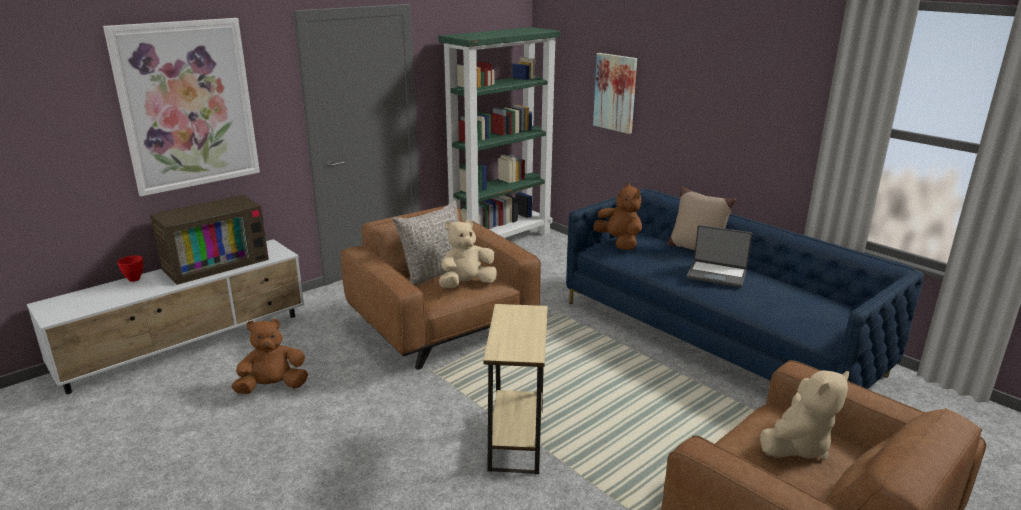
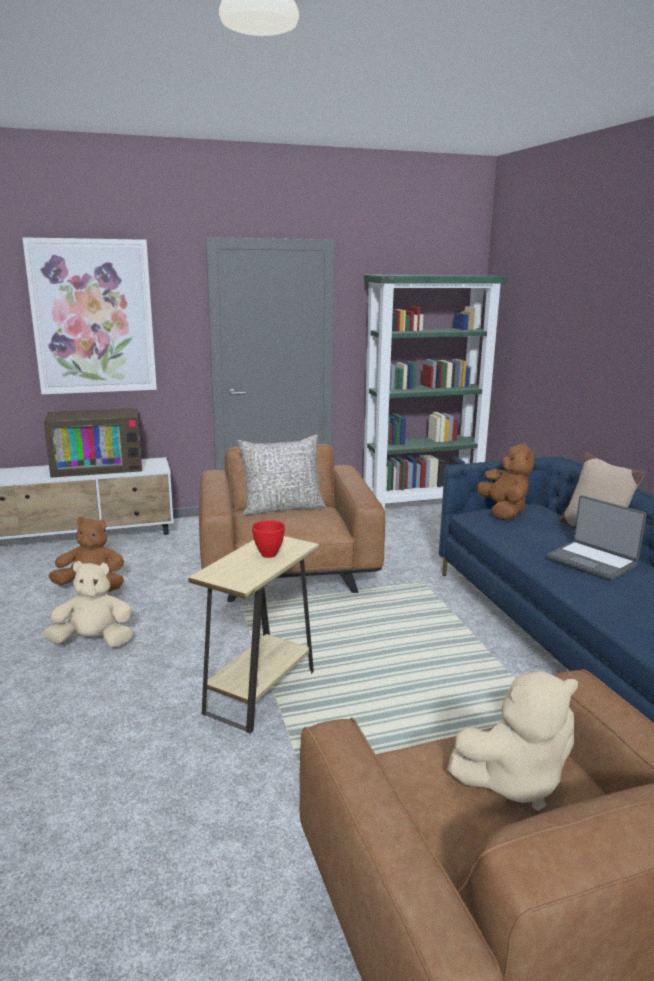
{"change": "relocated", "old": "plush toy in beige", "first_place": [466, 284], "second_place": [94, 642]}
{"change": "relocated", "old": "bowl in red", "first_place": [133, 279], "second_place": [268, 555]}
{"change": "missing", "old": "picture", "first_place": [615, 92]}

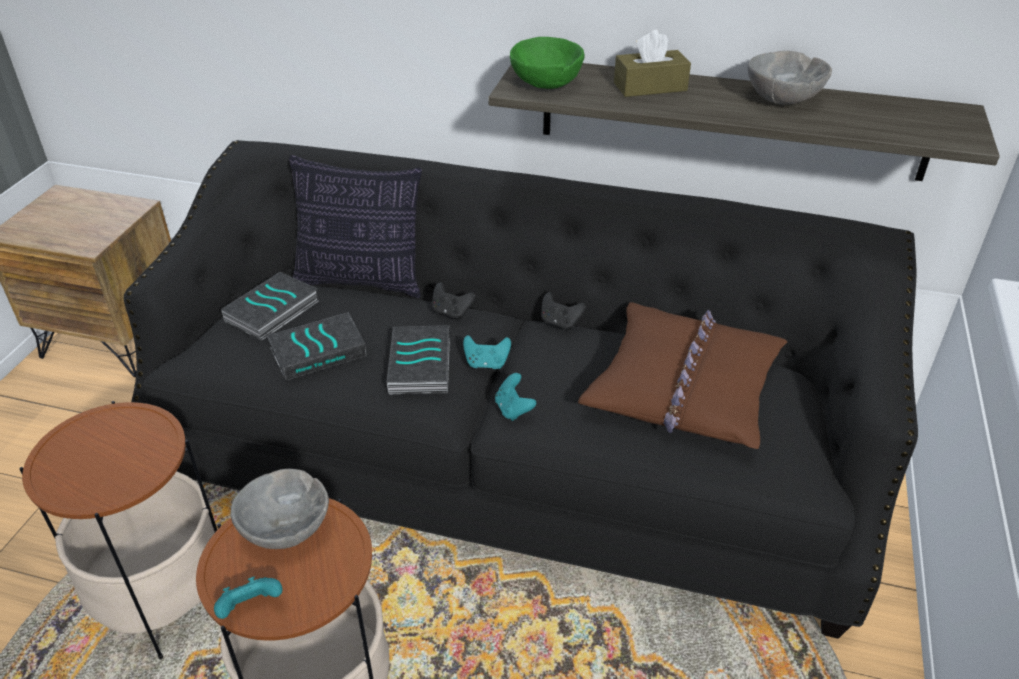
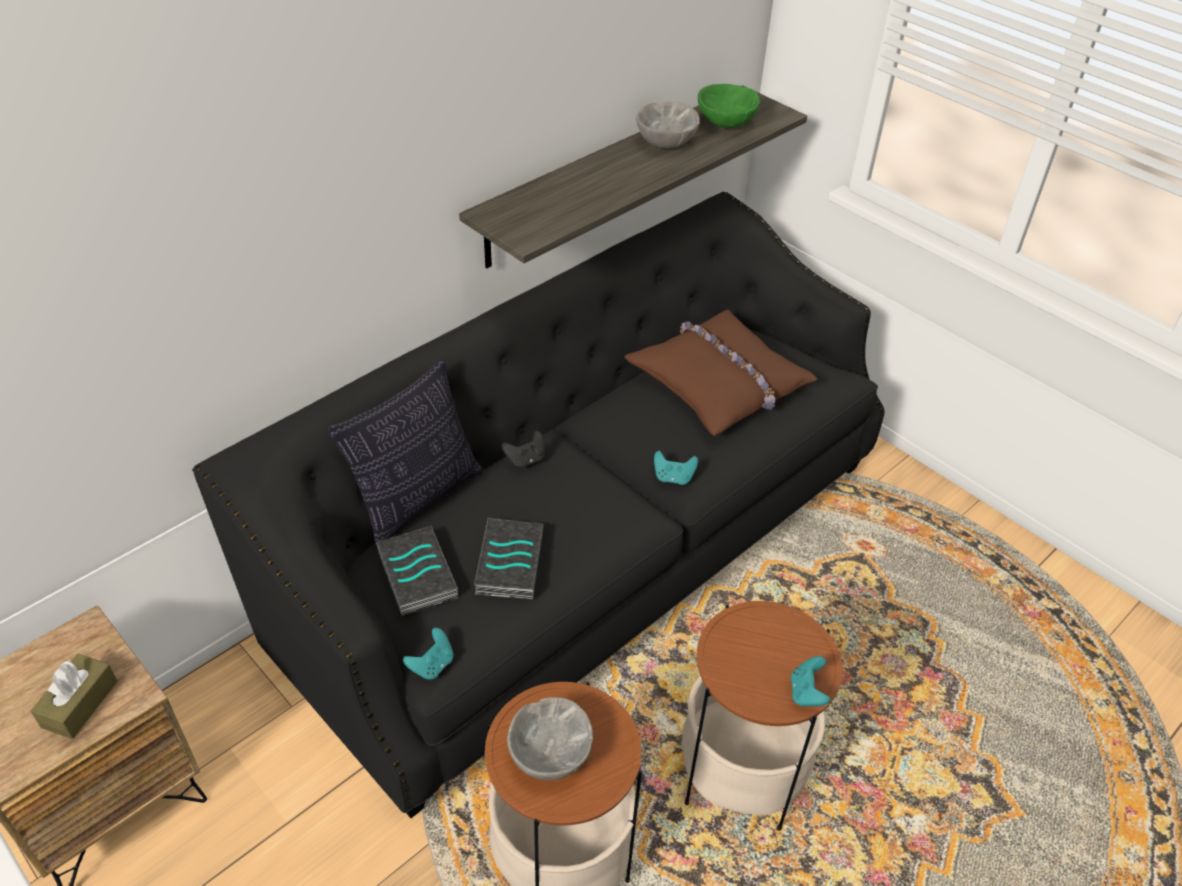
{"change": "relocated", "old": "tissue box in brown", "first_place": [650, 87], "second_place": [80, 704]}
{"change": "relocated", "old": "game controller in turquoise", "first_place": [486, 363], "second_place": [432, 665]}
{"change": "relocated", "old": "bowl in grey", "first_place": [287, 529], "second_place": [549, 754]}
{"change": "relocated", "old": "bowl in green", "first_place": [546, 85], "second_place": [727, 124]}
{"change": "missing", "old": "book", "first_place": [421, 366]}
{"change": "missing", "old": "game controller in black", "first_place": [560, 322]}

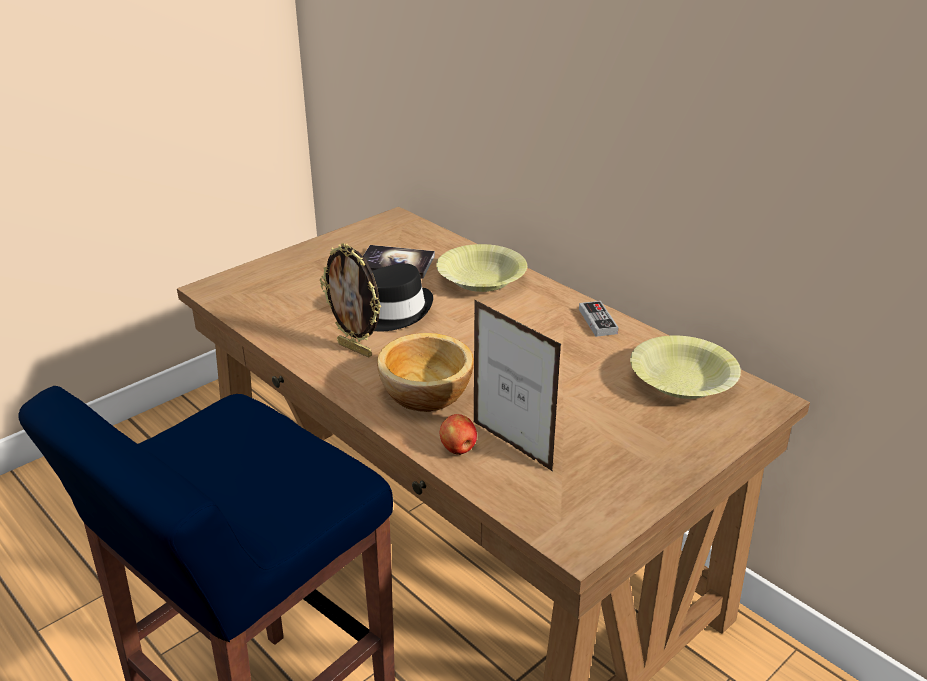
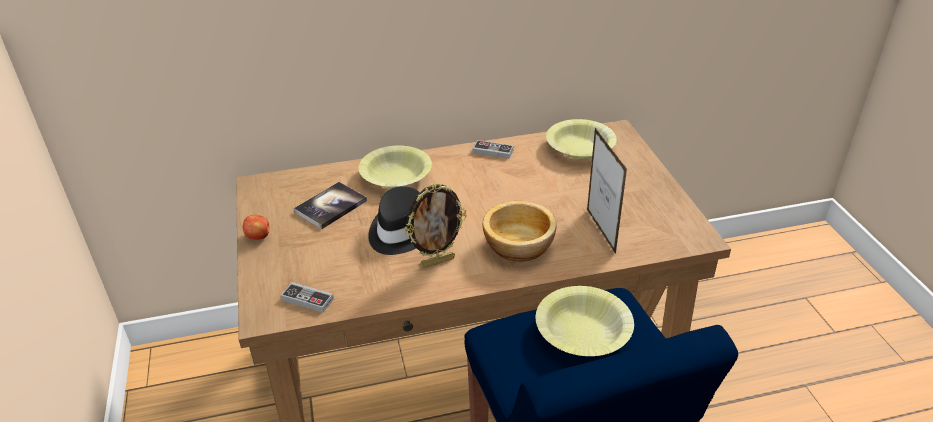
{"change": "relocated", "old": "apple", "first_place": [458, 449], "second_place": [259, 236]}
{"change": "appeared", "new": "game controller", "second_place": [307, 299]}
{"change": "appeared", "new": "bowl in yellow", "second_place": [583, 332]}
{"change": "spun", "old": "picture frame", "first_place": [511, 446], "second_place": [600, 231], "degrees": -90}

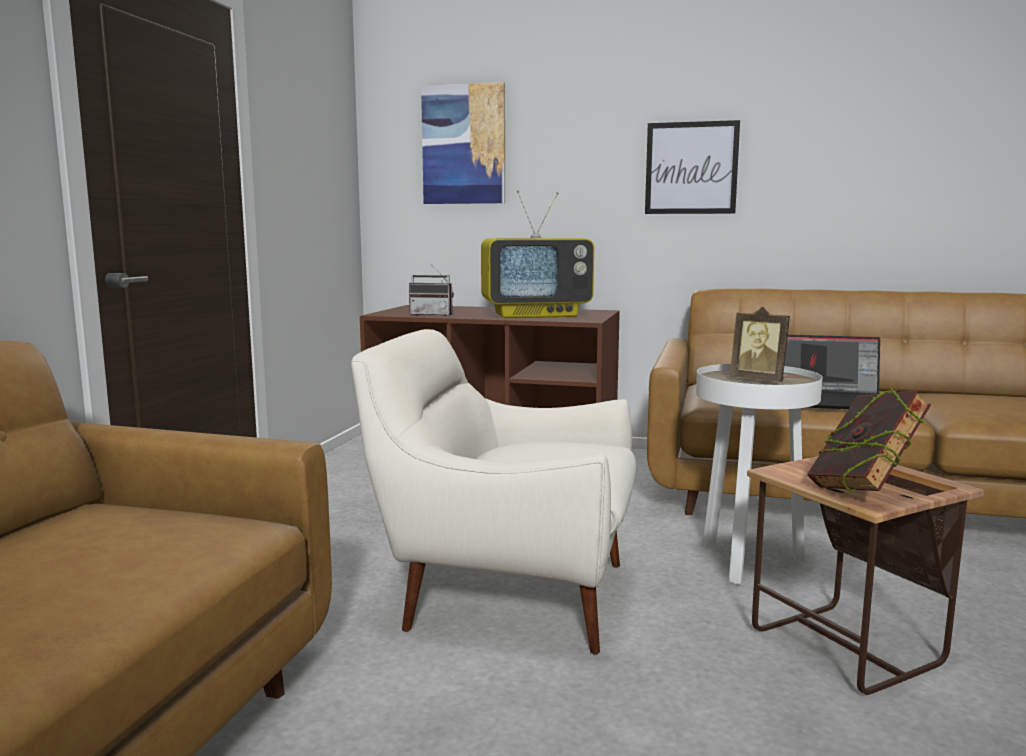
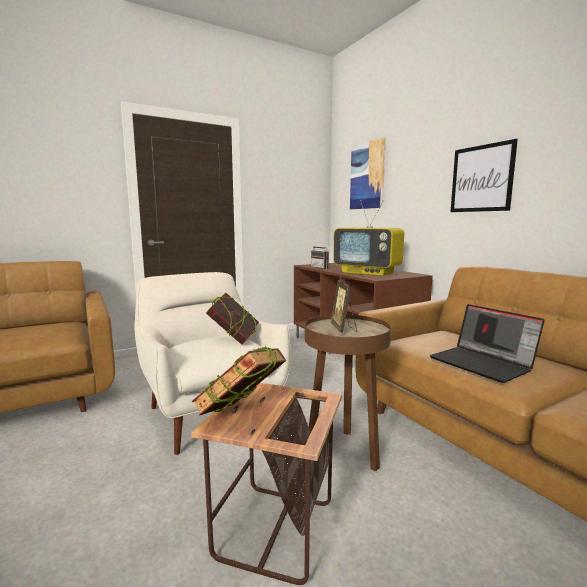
{"change": "appeared", "new": "book", "second_place": [234, 340]}
{"change": "colour", "old": "side table in white", "new": "side table in brown", "first_place": [747, 563], "second_place": [344, 453]}

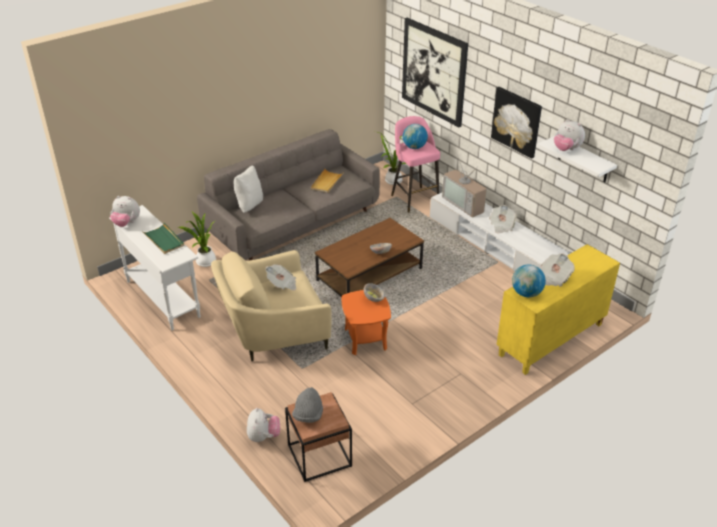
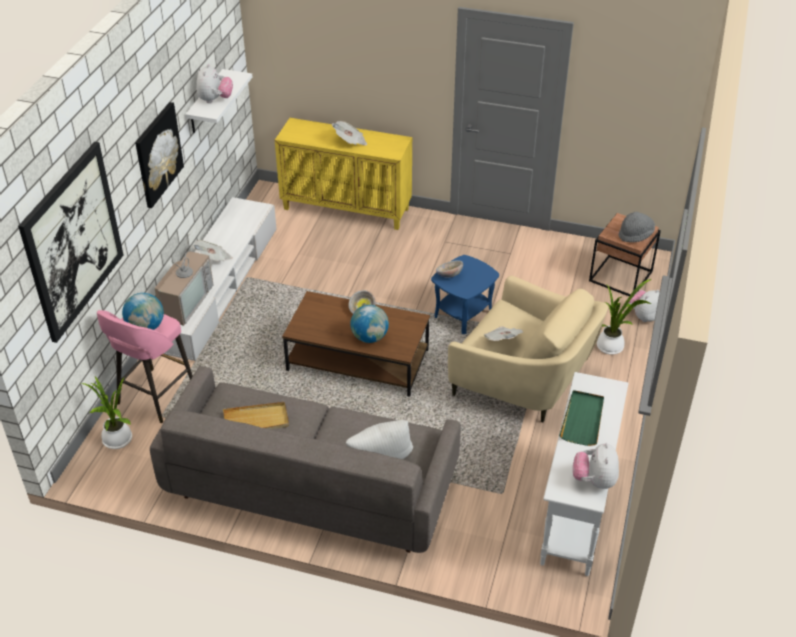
{"change": "relocated", "old": "globe", "first_place": [526, 293], "second_place": [370, 337]}
{"change": "colour", "old": "side table in orange", "new": "side table in blue", "first_place": [365, 339], "second_place": [463, 315]}
{"change": "spun", "old": "plush toy", "first_place": [126, 223], "second_place": [594, 481], "degrees": -150}
{"change": "relocated", "old": "potted plant", "first_place": [205, 262], "second_place": [612, 346]}

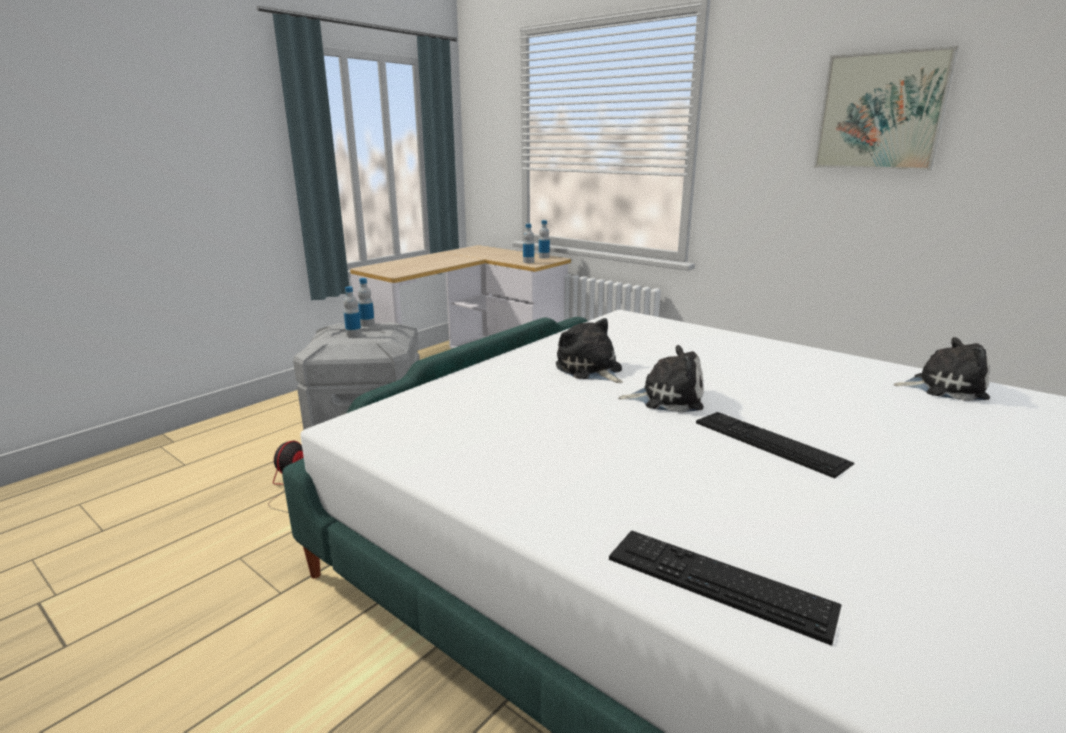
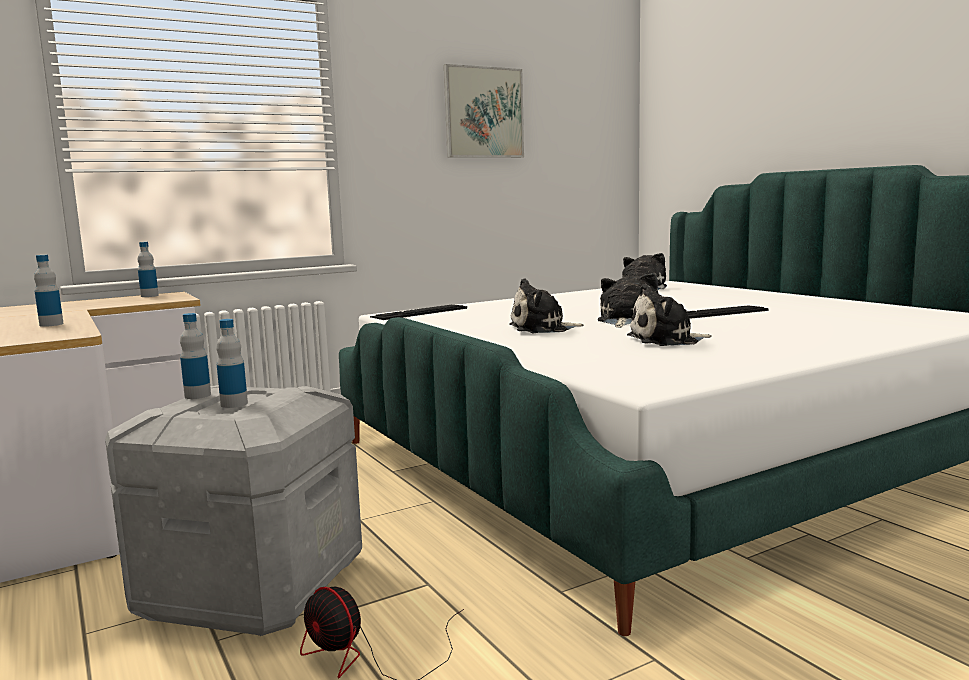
{"change": "relocated", "old": "bottle", "first_place": [528, 262], "second_place": [51, 324]}
{"change": "relocated", "old": "keyboard", "first_place": [718, 581], "second_place": [419, 312]}
{"change": "appeared", "new": "plush toy", "second_place": [667, 340]}

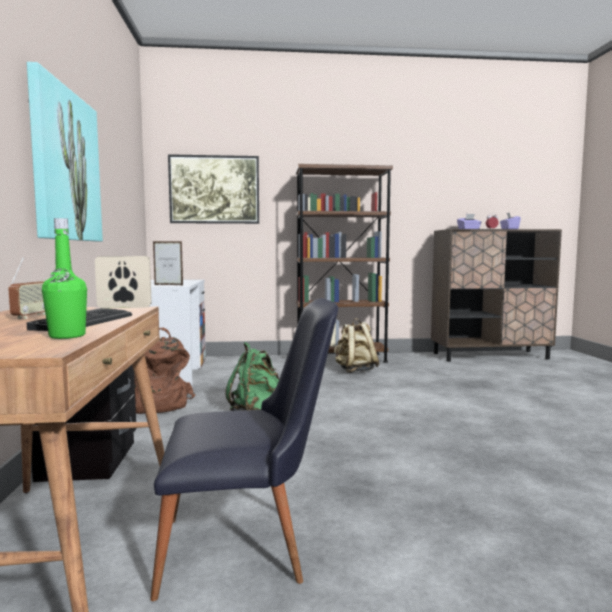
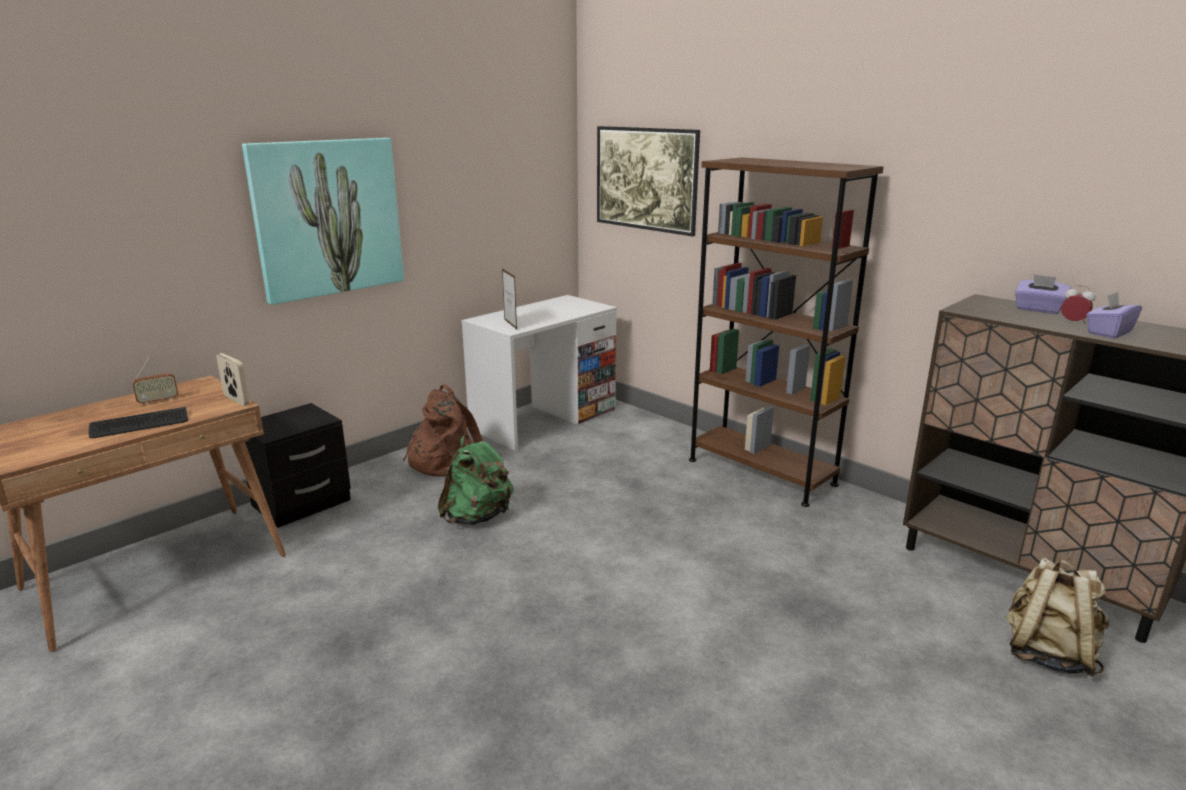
{"change": "relocated", "old": "backpack in beige", "first_place": [355, 371], "second_place": [1047, 654]}
{"change": "missing", "old": "bottle in green", "first_place": [67, 336]}
{"change": "missing", "old": "chair in black", "first_place": [248, 550]}

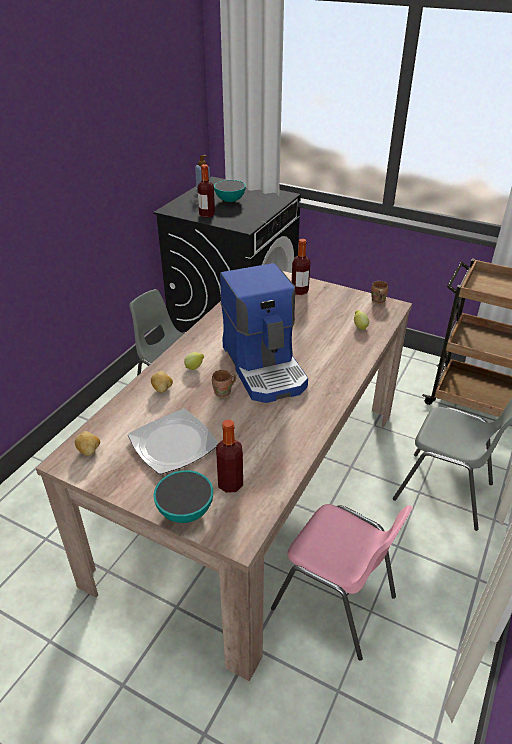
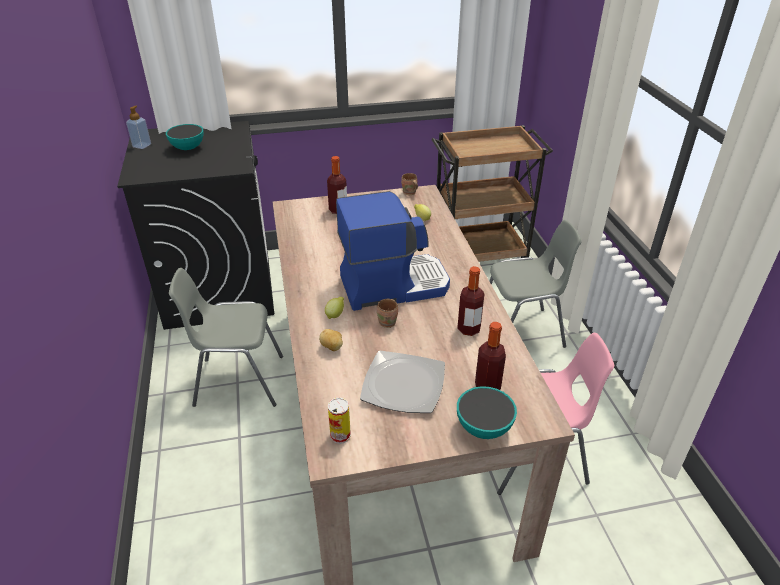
{"change": "exchanged", "old": "potato", "new": "can", "first_place": [89, 451], "second_place": [340, 435]}
{"change": "spun", "old": "coffee machine", "first_place": [265, 367], "second_place": [393, 284], "degrees": -45}
{"change": "relocated", "old": "bottle", "first_place": [207, 215], "second_place": [468, 329]}

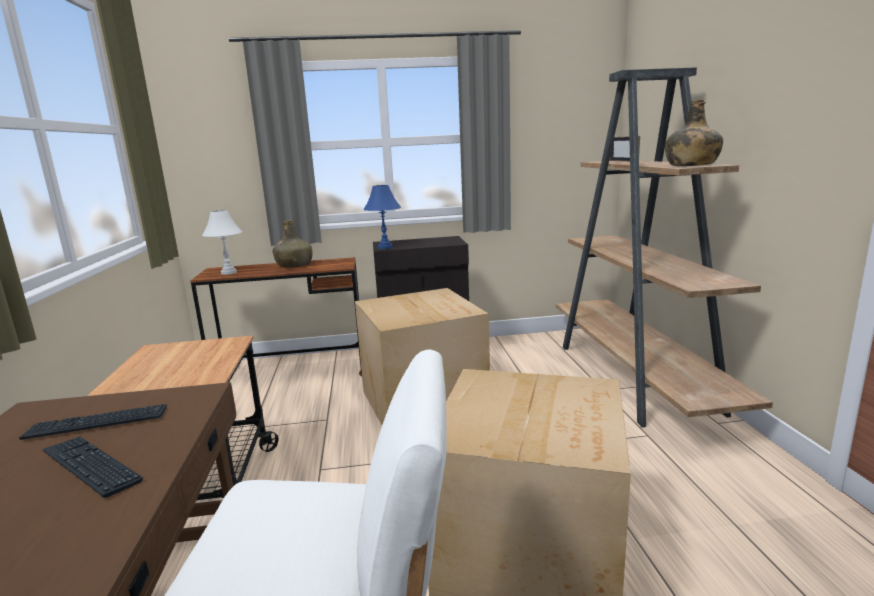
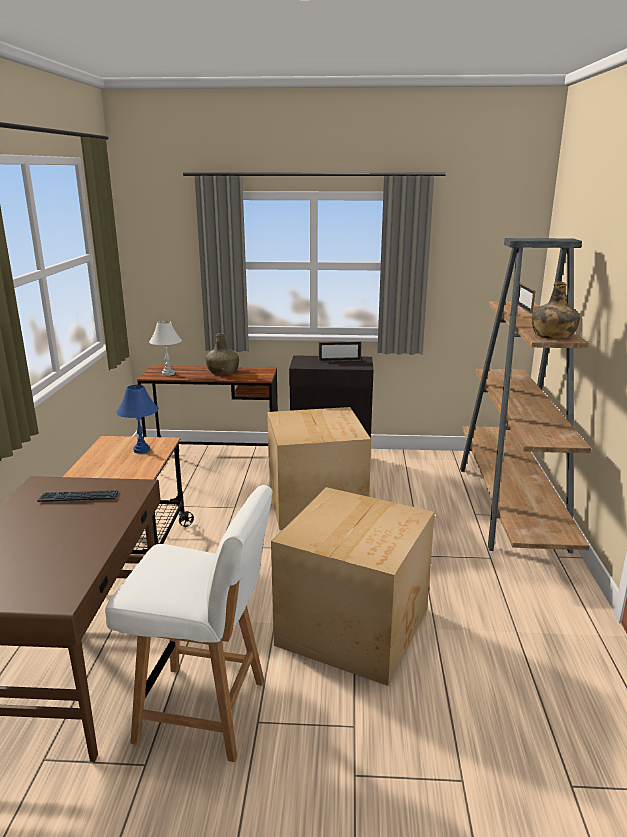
{"change": "relocated", "old": "table lamp in blue", "first_place": [385, 247], "second_place": [141, 450]}
{"change": "appeared", "new": "picture frame", "second_place": [339, 360]}
{"change": "missing", "old": "keyboard", "first_place": [91, 467]}

